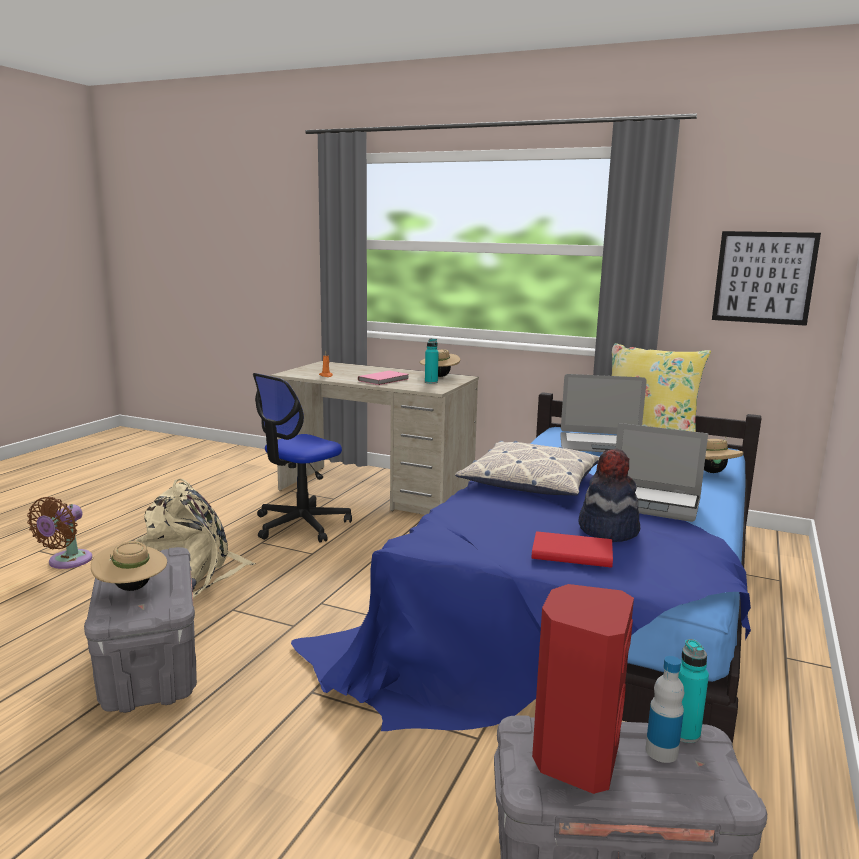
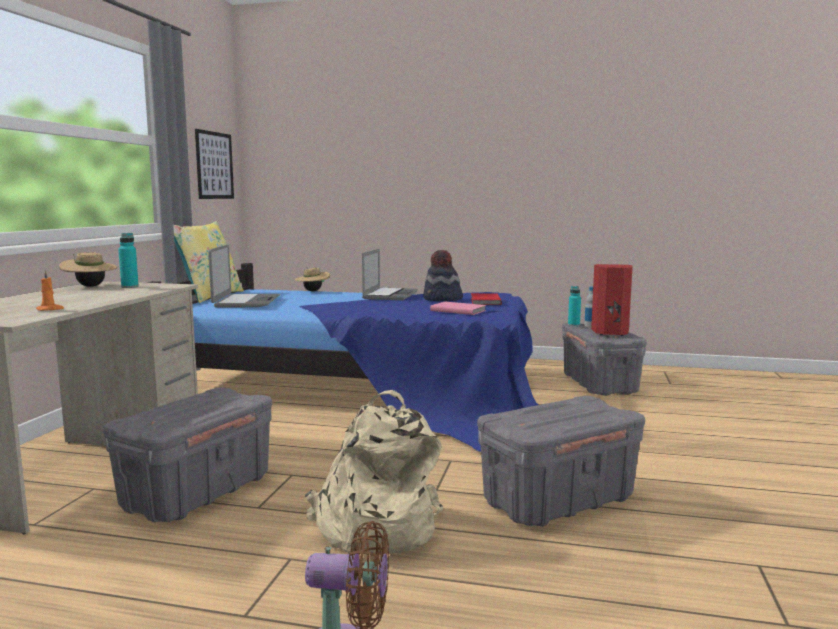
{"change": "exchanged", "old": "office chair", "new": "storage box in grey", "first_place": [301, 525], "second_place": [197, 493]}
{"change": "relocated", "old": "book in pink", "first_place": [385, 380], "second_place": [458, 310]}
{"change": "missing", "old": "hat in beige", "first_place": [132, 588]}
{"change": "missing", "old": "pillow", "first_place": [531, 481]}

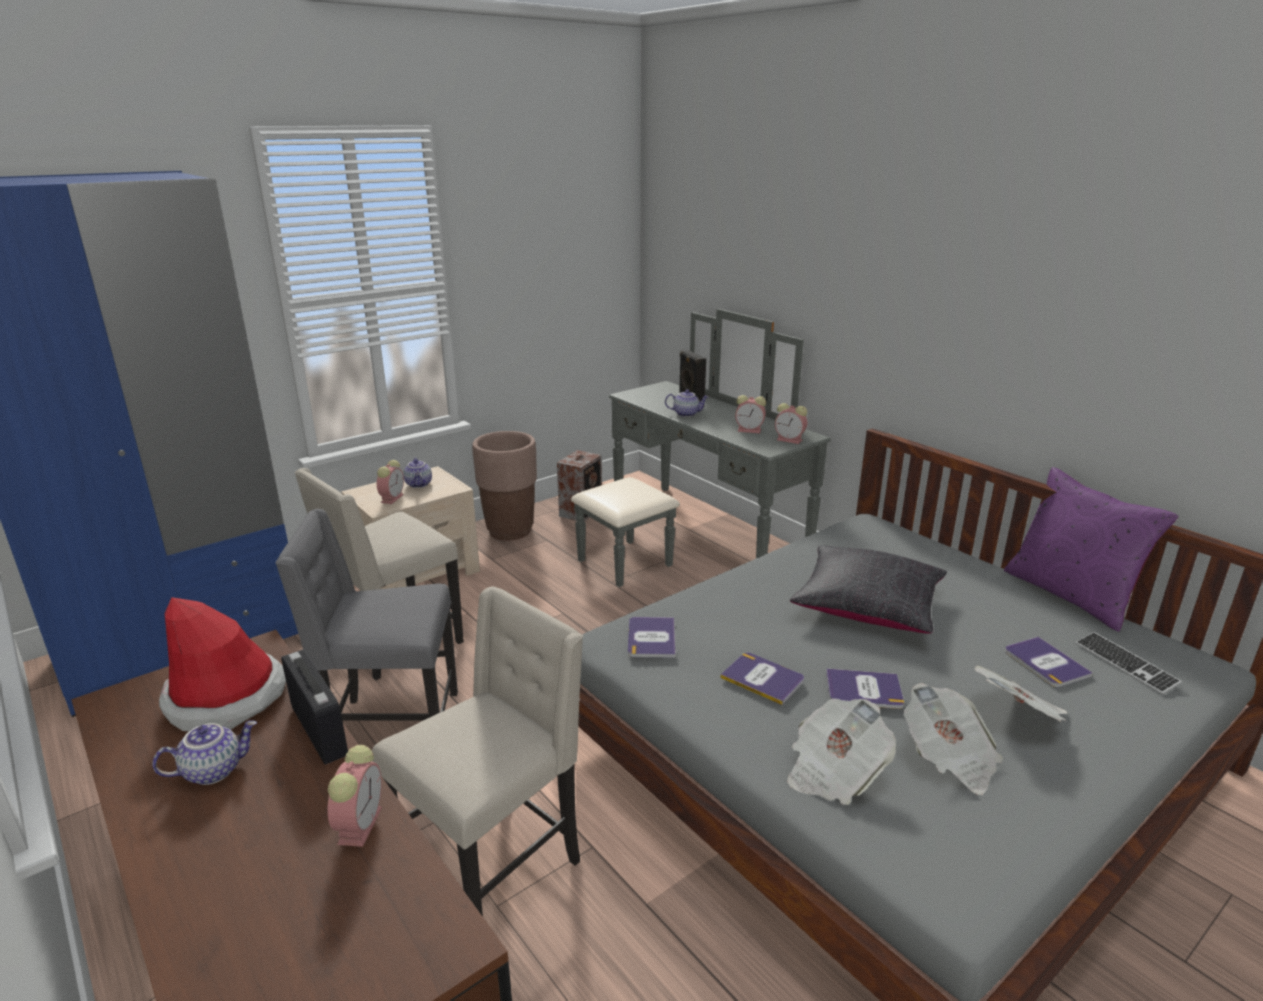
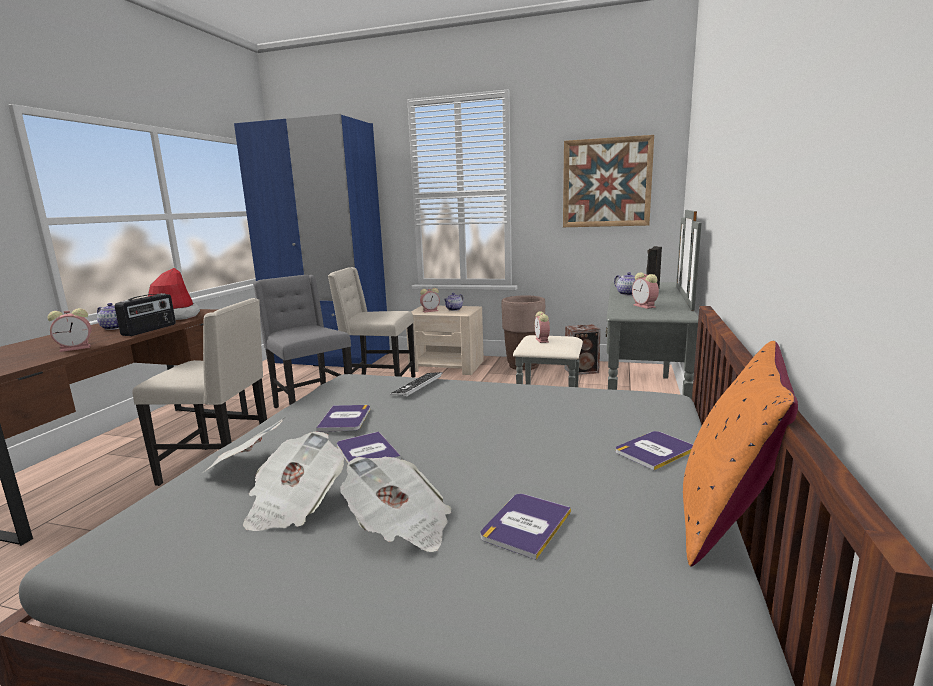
{"change": "relocated", "old": "keyboard", "first_place": [1125, 664], "second_place": [417, 385]}
{"change": "relocated", "old": "alarm clock", "first_place": [790, 440], "second_place": [542, 340]}
{"change": "appeared", "new": "picture", "second_place": [606, 183]}
{"change": "relocated", "old": "book", "first_place": [651, 638], "second_place": [654, 451]}
{"change": "colour", "old": "pillow in purple", "new": "pillow in orange", "first_place": [1070, 595], "second_place": [727, 517]}
{"change": "missing", "old": "pillow in black", "first_place": [867, 606]}

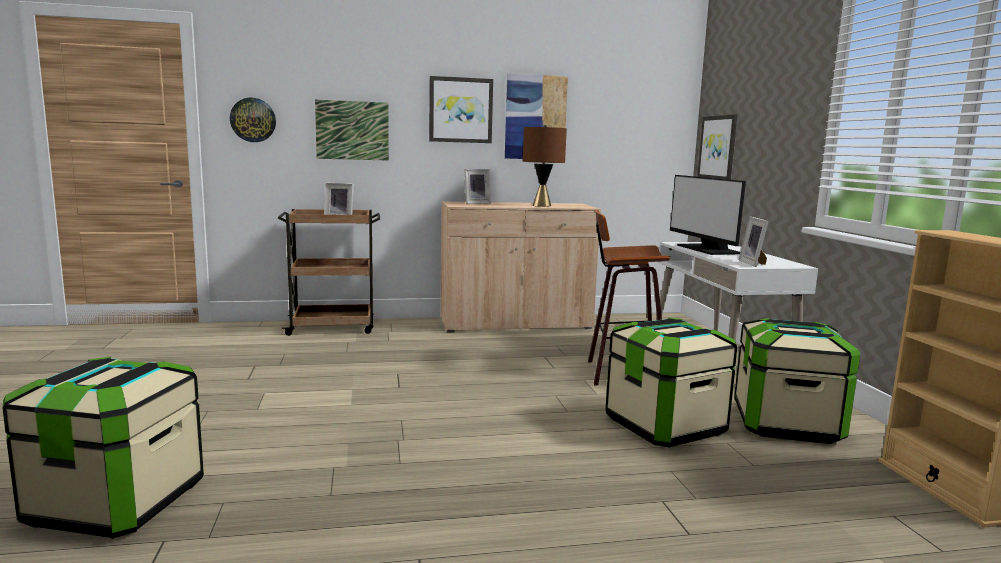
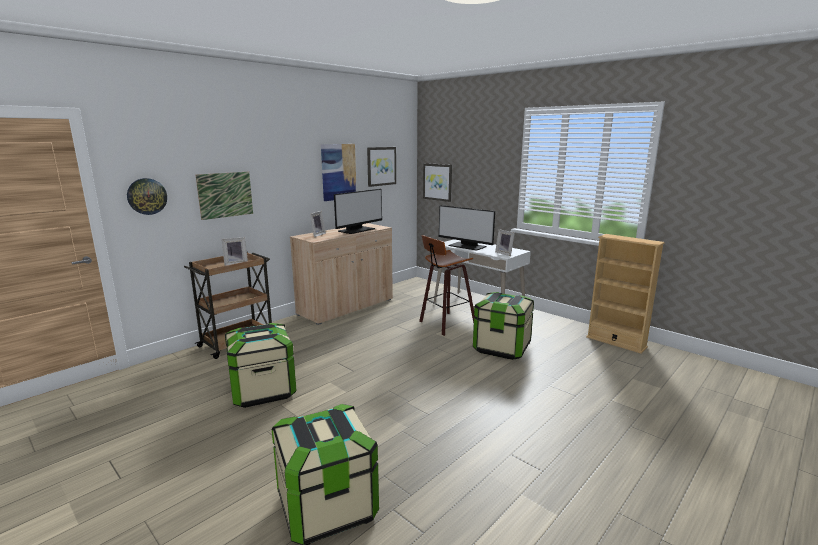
{"change": "relocated", "old": "storage box", "first_place": [786, 424], "second_place": [263, 391]}
{"change": "exchanged", "old": "table lamp in brown", "new": "monitor", "first_place": [541, 205], "second_place": [357, 230]}
{"change": "relocated", "old": "picture", "first_place": [460, 110], "second_place": [381, 166]}

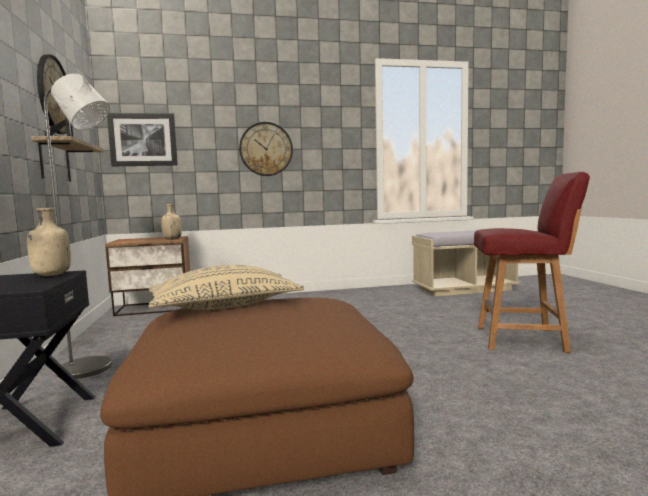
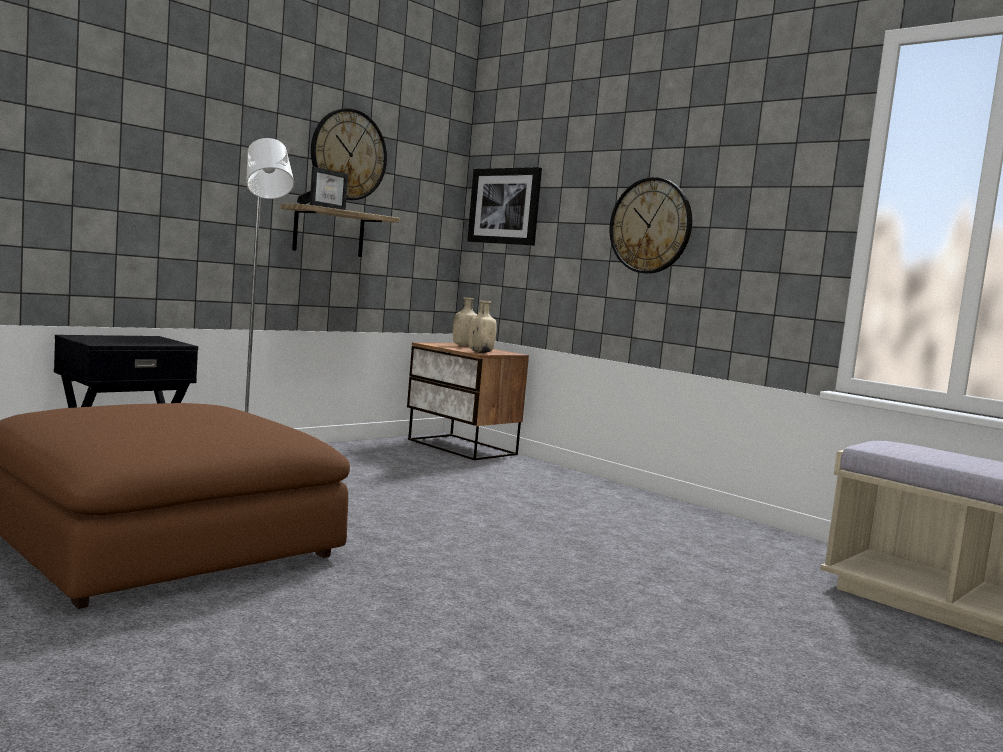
{"change": "relocated", "old": "bottle in beige", "first_place": [51, 275], "second_place": [463, 346]}
{"change": "missing", "old": "pillow in beige", "first_place": [225, 306]}
{"change": "missing", "old": "chair in red", "first_place": [523, 339]}

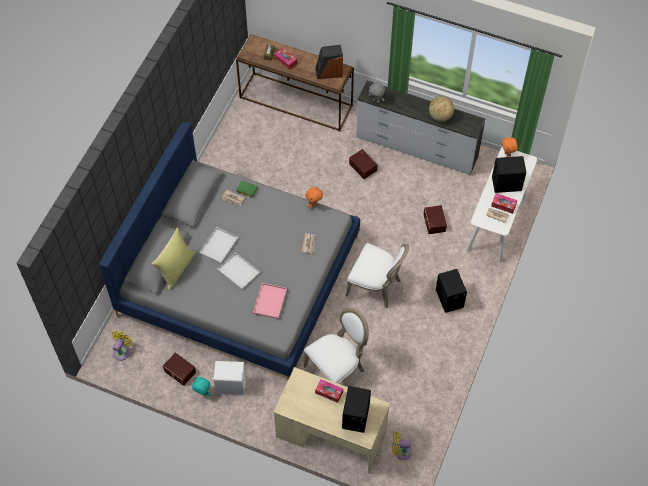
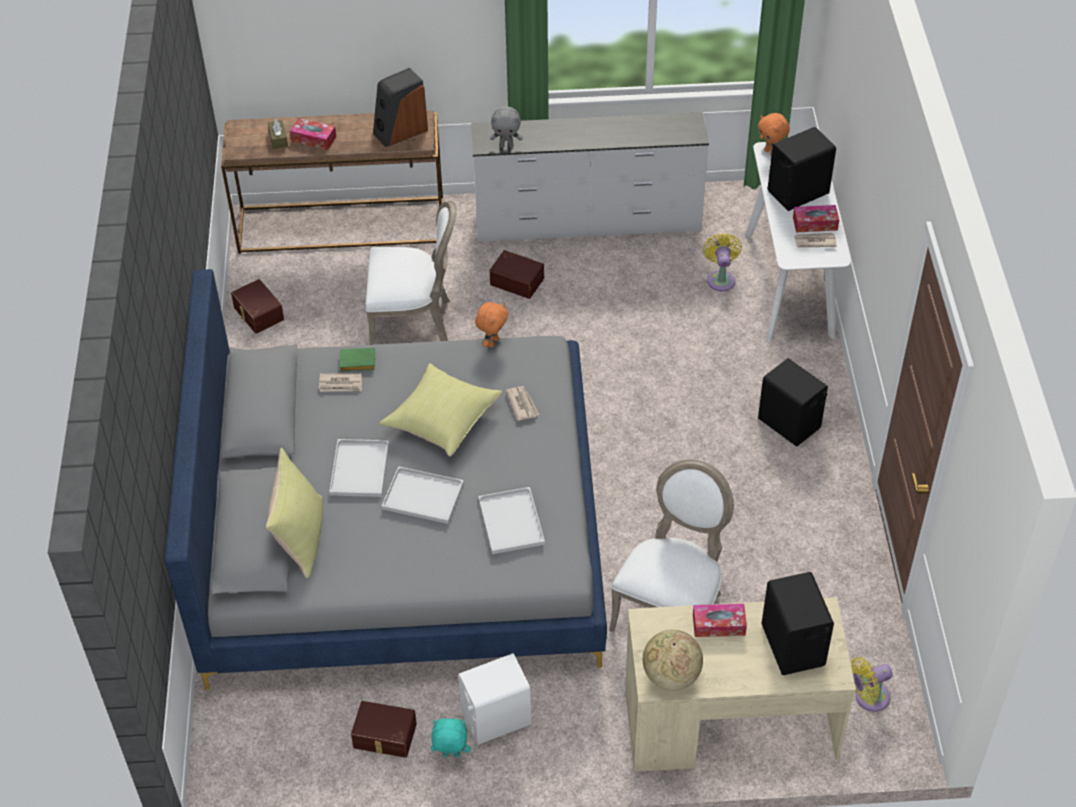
{"change": "relocated", "old": "storage box in brown", "first_place": [433, 222], "second_place": [257, 314]}
{"change": "relocated", "old": "chair in white", "first_place": [376, 287], "second_place": [414, 323]}
{"change": "appeared", "new": "pillow in yellow", "second_place": [442, 420]}
{"change": "colour", "old": "tray in pink", "new": "tray in white", "first_place": [269, 300], "second_place": [510, 520]}
{"change": "relocated", "old": "globe", "first_place": [440, 116], "second_place": [671, 676]}
{"change": "relocated", "old": "fan in yellow", "first_place": [122, 351], "second_place": [721, 278]}

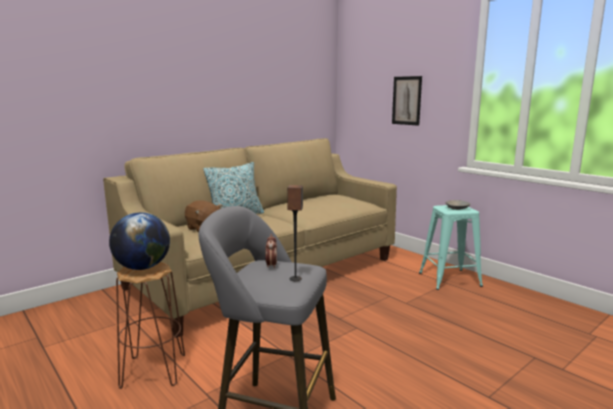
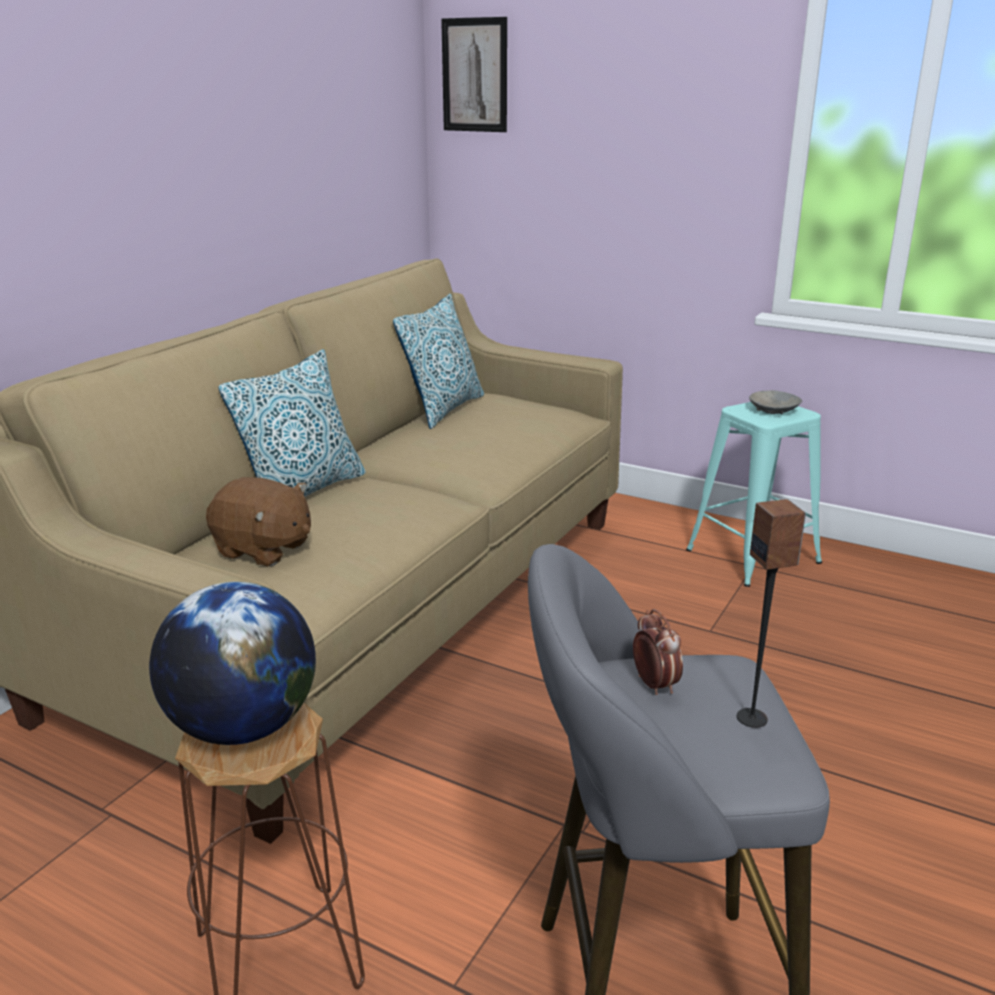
{"change": "appeared", "new": "pillow", "second_place": [443, 409]}
{"change": "relocated", "old": "picture", "first_place": [406, 100], "second_place": [475, 75]}

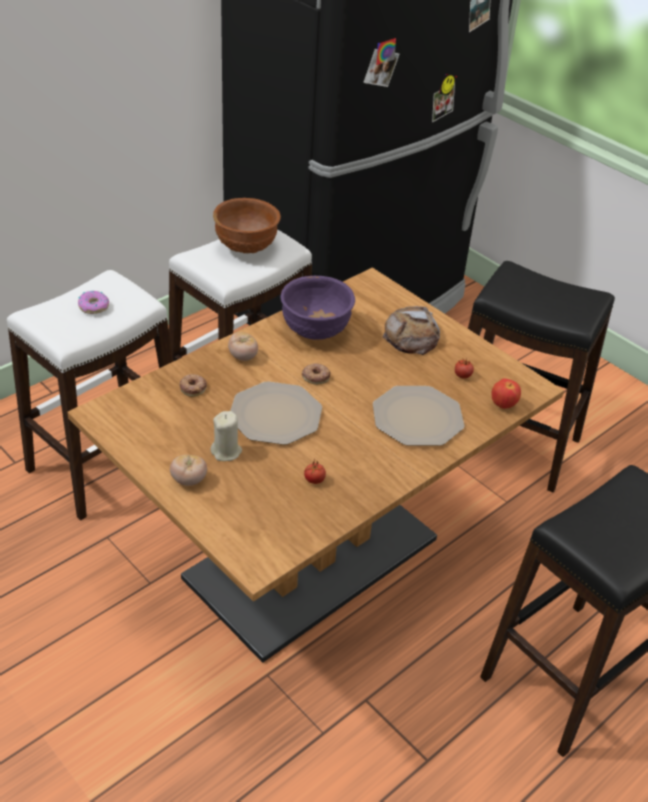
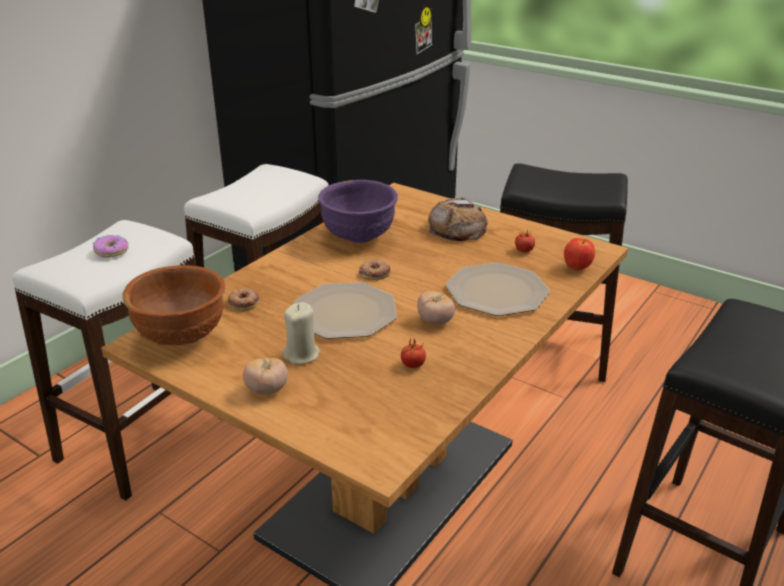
{"change": "relocated", "old": "bowl in brown", "first_place": [247, 248], "second_place": [183, 337]}
{"change": "relocated", "old": "tomato", "first_place": [243, 357], "second_place": [435, 321]}

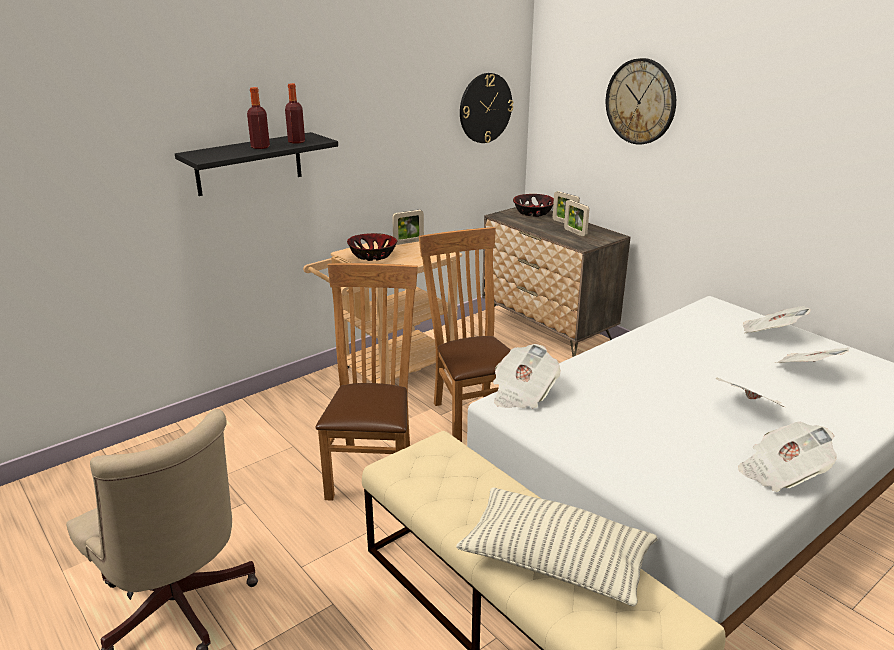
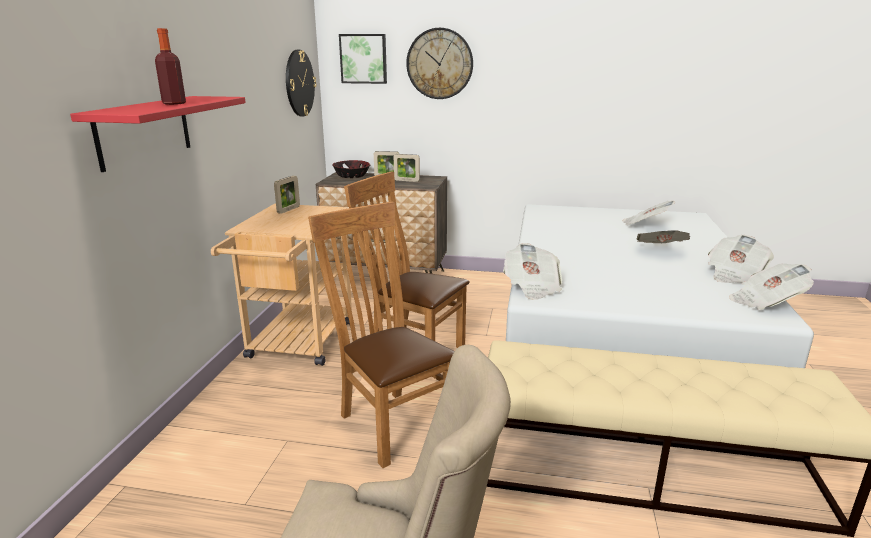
{"change": "colour", "old": "shelf in black", "new": "shelf in red", "first_place": [249, 164], "second_place": [144, 131]}
{"change": "appeared", "new": "picture", "second_place": [364, 59]}
{"change": "relocated", "old": "newspaper", "first_place": [770, 334], "second_place": [766, 302]}
{"change": "missing", "old": "bottle", "first_place": [296, 142]}
{"change": "missing", "old": "bowl", "first_place": [373, 255]}
{"change": "missing", "old": "pillow", "first_place": [555, 562]}

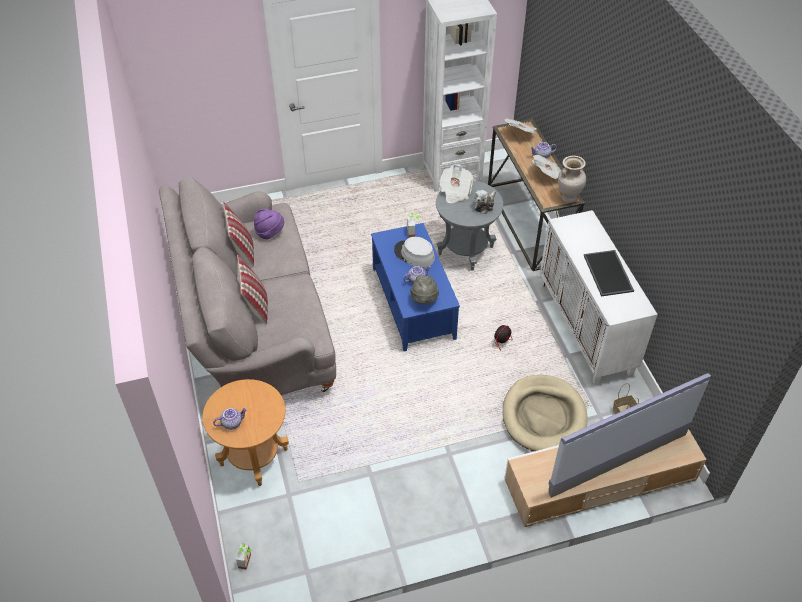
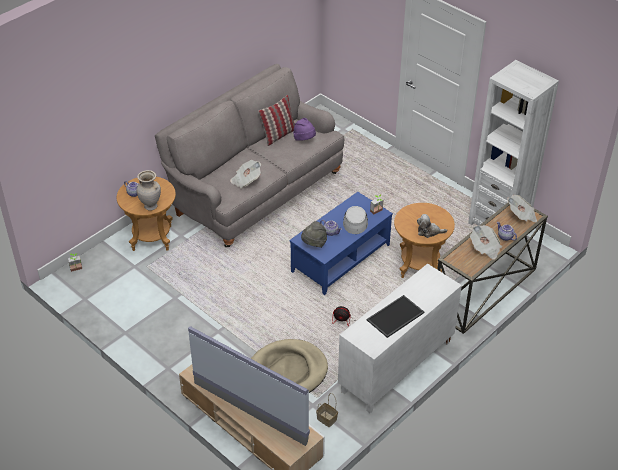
{"change": "relocated", "old": "vase in beige", "first_place": [568, 197], "second_place": [151, 206]}
{"change": "relocated", "old": "newspaper", "first_place": [455, 191], "second_place": [246, 180]}
{"change": "colour", "old": "side table in grey", "new": "side table in brown", "first_place": [465, 250], "second_place": [419, 266]}
{"change": "missing", "old": "pillow", "first_place": [256, 305]}

